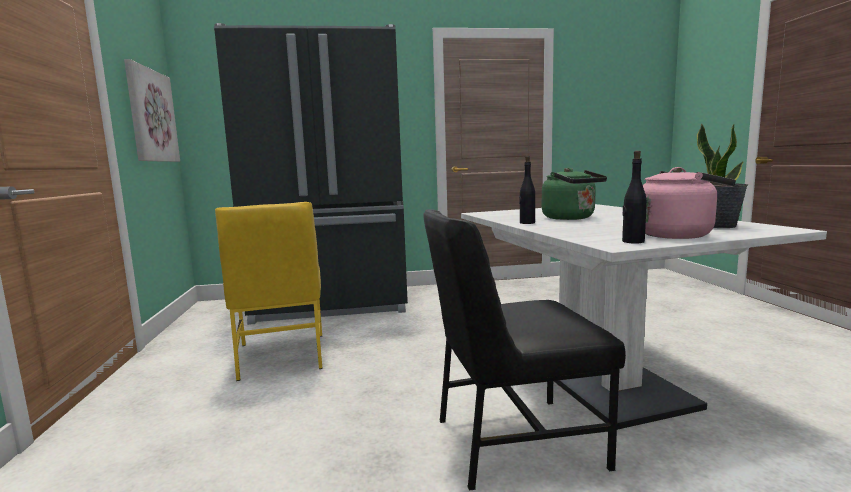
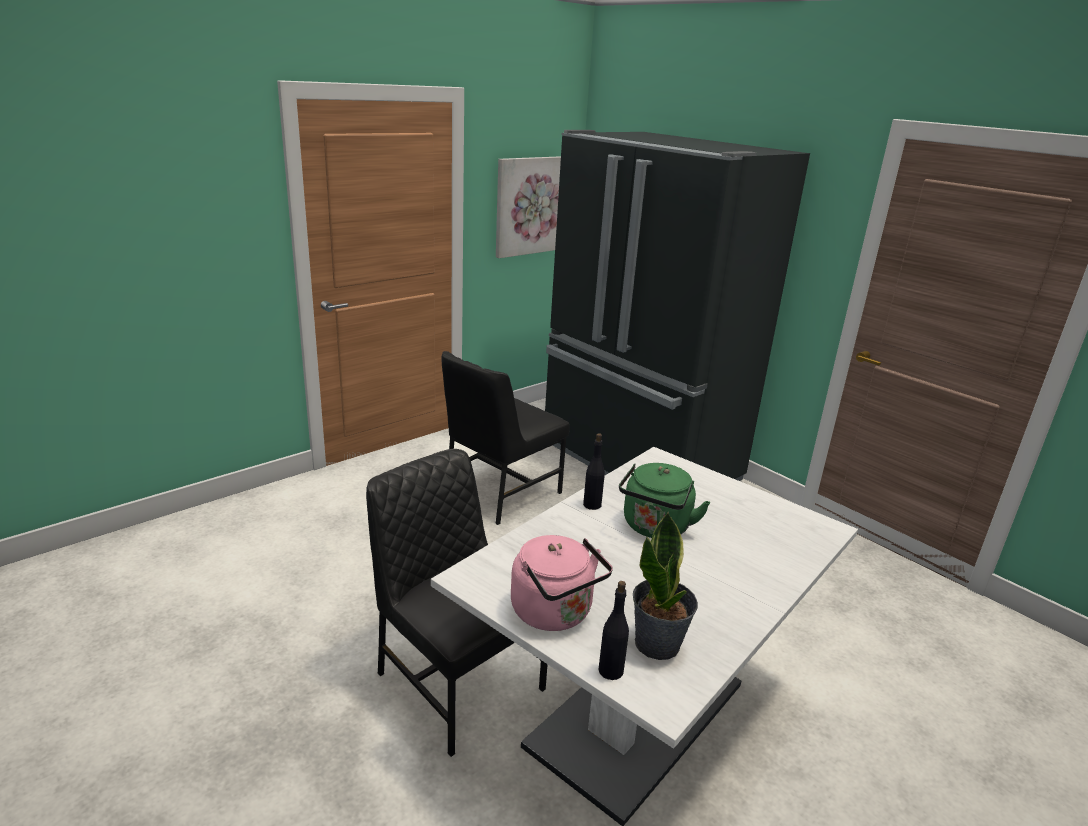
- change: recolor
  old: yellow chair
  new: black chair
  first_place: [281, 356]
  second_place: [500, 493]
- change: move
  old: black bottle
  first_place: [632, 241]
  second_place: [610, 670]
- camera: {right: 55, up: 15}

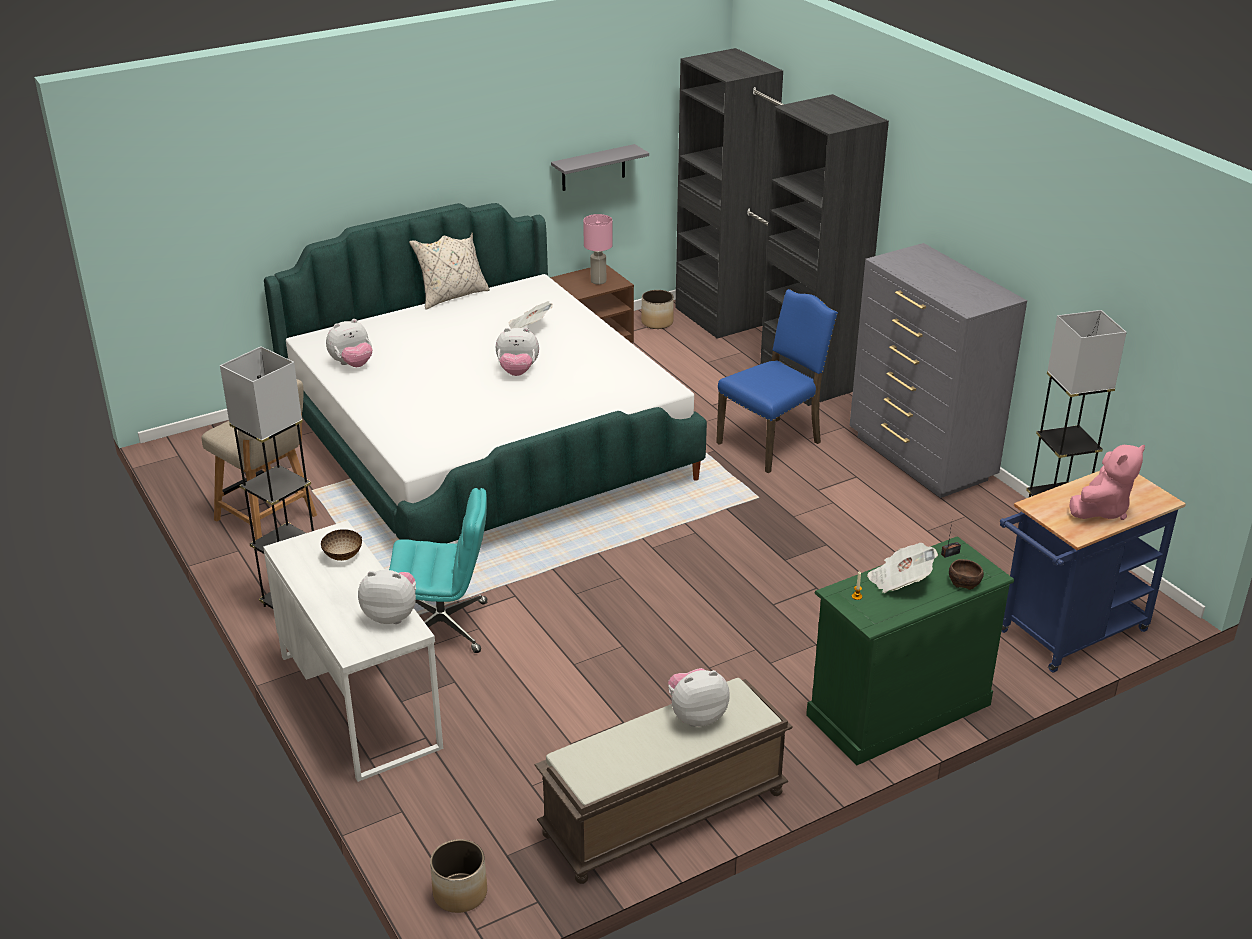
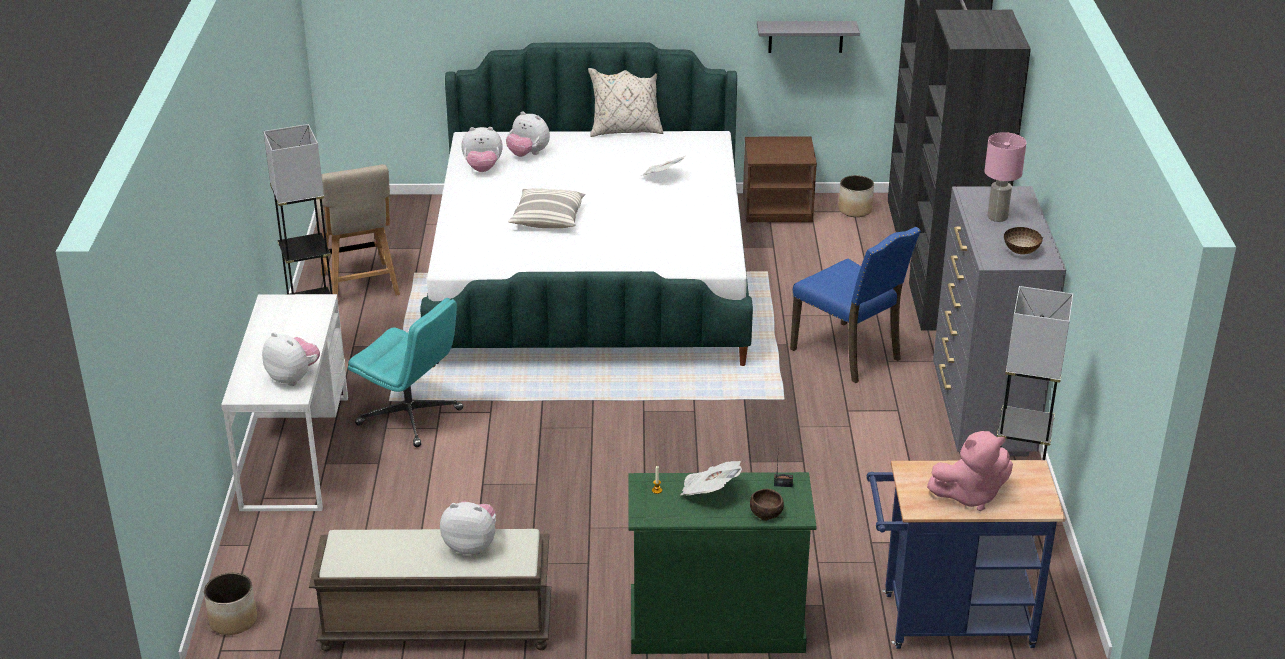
- change: move
  old: plush toy
  first_place: [517, 372]
  second_place: [528, 154]
- change: insert
  new: pillow
  second_place: [548, 218]
- change: rotate
  old: blue chair
  first_place: [772, 443]
  second_place: [849, 354]
  degrees: 60
- change: move
  old: pink table lamp
  first_place: [598, 281]
  second_place: [997, 217]
- change: move
  old: bowl
  first_place: [343, 556]
  second_place: [1020, 252]
- camera: {right: 30, up: 0}

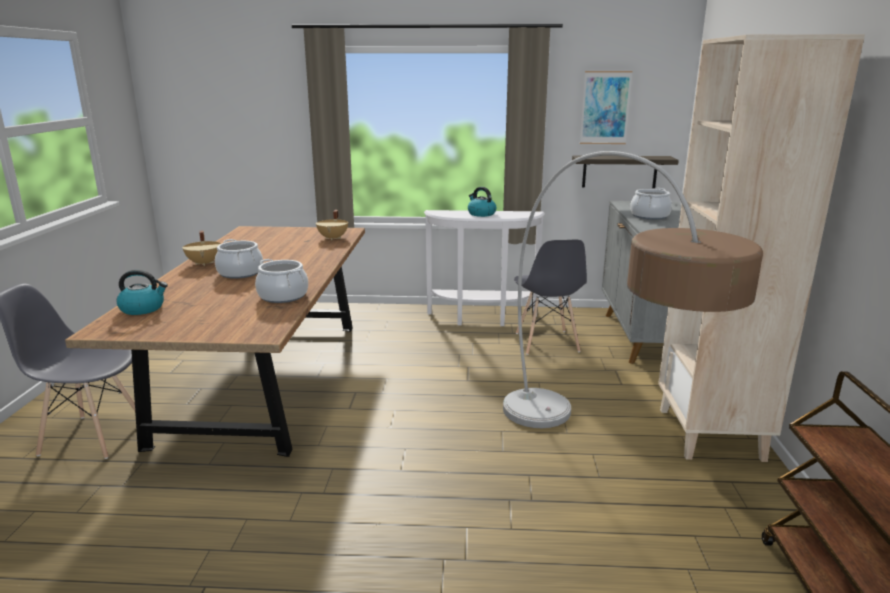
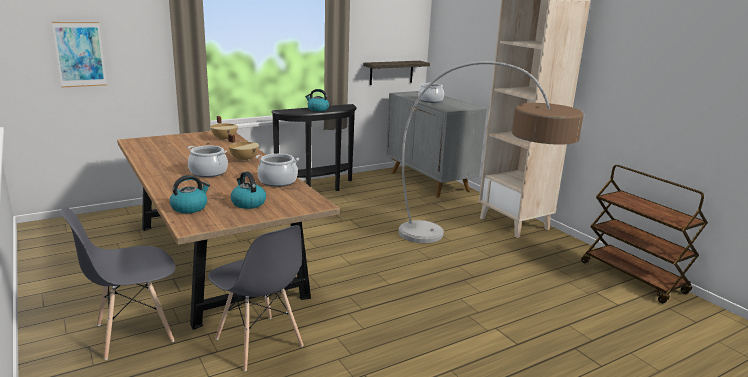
- change: move
  old: picture
  first_place: [605, 108]
  second_place: [80, 54]
- change: move
  old: grey chair
  first_place: [546, 342]
  second_place: [259, 343]
- change: move
  old: beige cooking pot
  first_place: [205, 263]
  second_place: [244, 159]
- change: insert
  new: kettle
  second_place: [248, 203]
- change: recolor
  old: white console table
  new: black console table
  first_place: [482, 319]
  second_place: [319, 189]
- camera: {right: -35, up: 0}

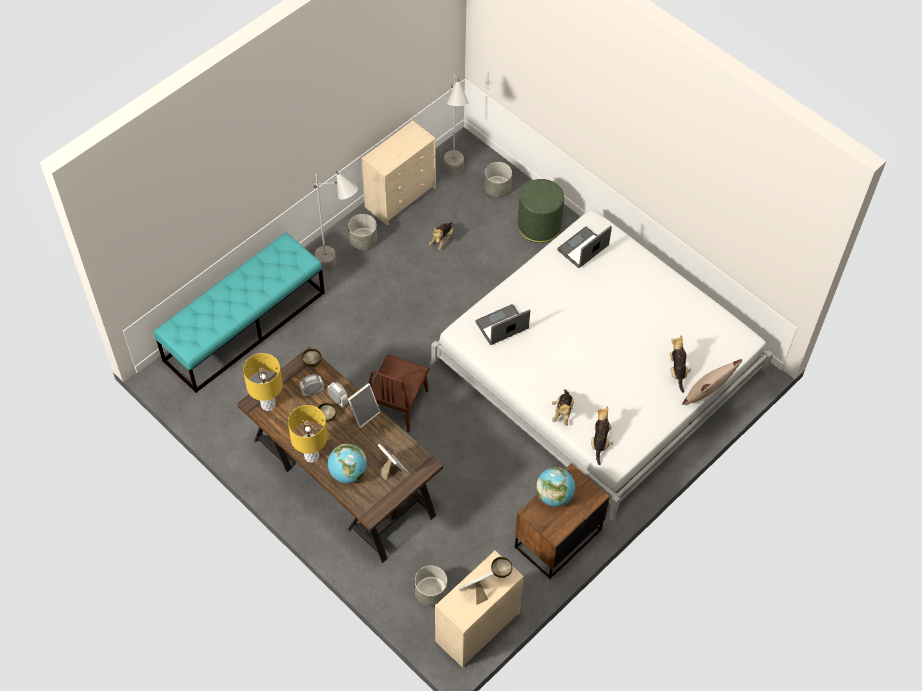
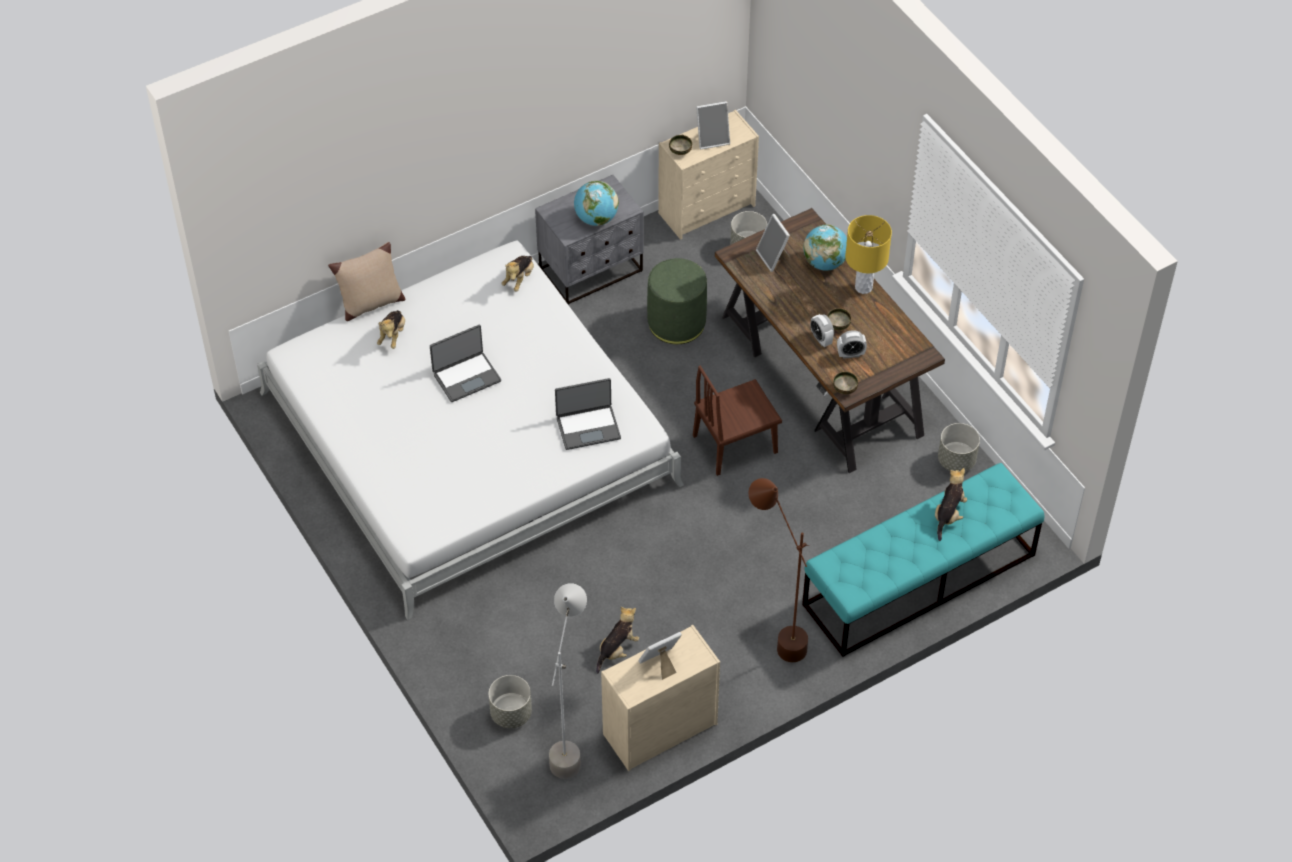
- change: move
  old: laptop
  first_place: [583, 249]
  second_place: [466, 377]
- change: recolor
  old: brown nightstand
  new: grey nightstand
  first_place: [557, 538]
  second_place: [592, 271]
- change: move
  old: picture frame
  first_place: [364, 414]
  second_place: [660, 664]
- change: move
  old: green ottoman
  first_place: [539, 226]
  second_place: [676, 322]
- change: rotate
  old: brown chair
  first_place: [398, 404]
  second_place: [735, 444]
  degrees: -150
- change: recolor
  old: grey floor lamp
  new: brown floor lamp
  first_place: [339, 270]
  second_place: [774, 633]
- change: move
  old: plush toy
  first_place: [563, 412]
  second_place: [948, 515]
- change: move
  old: grey planter
  first_place: [363, 241]
  second_place: [956, 460]
- change: delete
  old: yellow table lamp
  first_place: [268, 404]
- camera: {right: -165, up: -5}

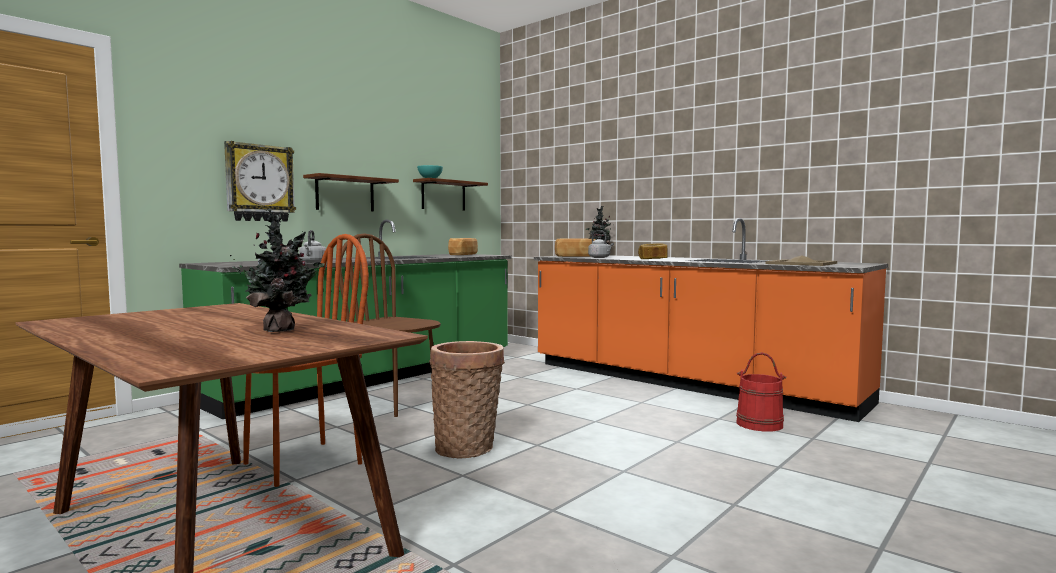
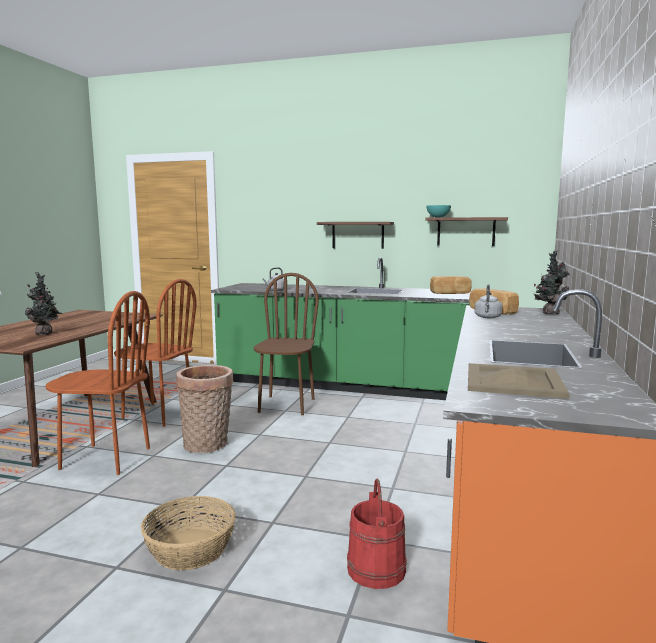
- change: insert
  new: brown chair
  second_place: [105, 459]
- change: insert
  new: basket
  second_place: [191, 549]
- change: delete
  old: wall clock
  first_place: [259, 183]
- change: delete
  old: bread
  first_place: [653, 259]
- camera: {right: 65, up: 5}

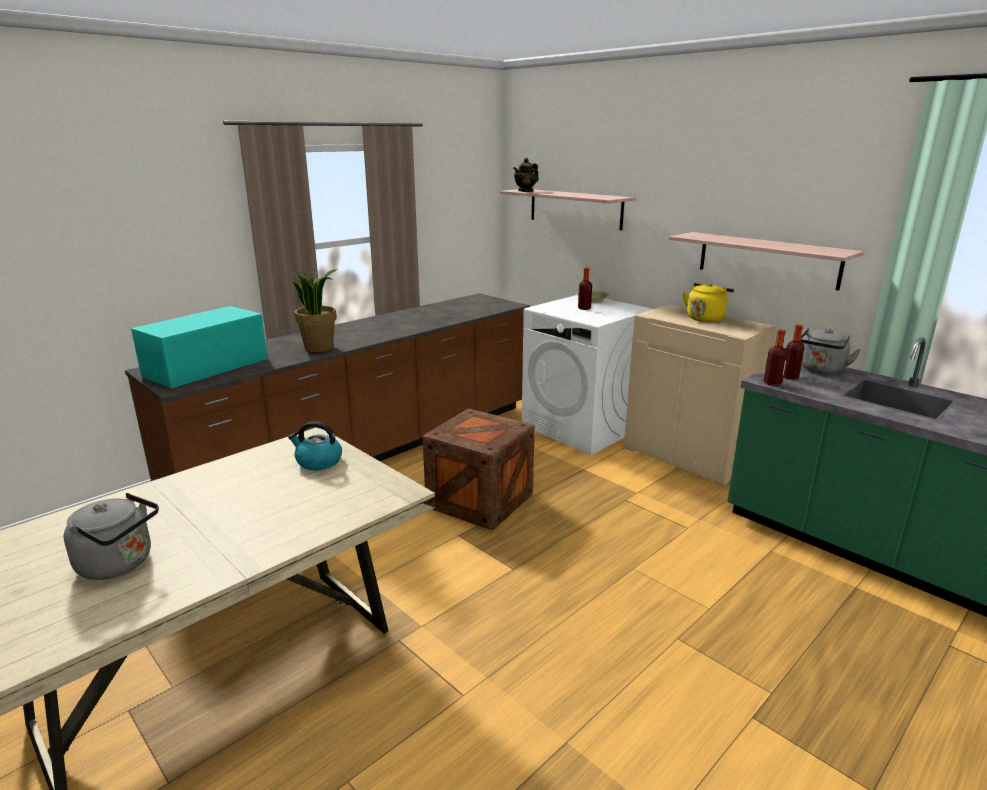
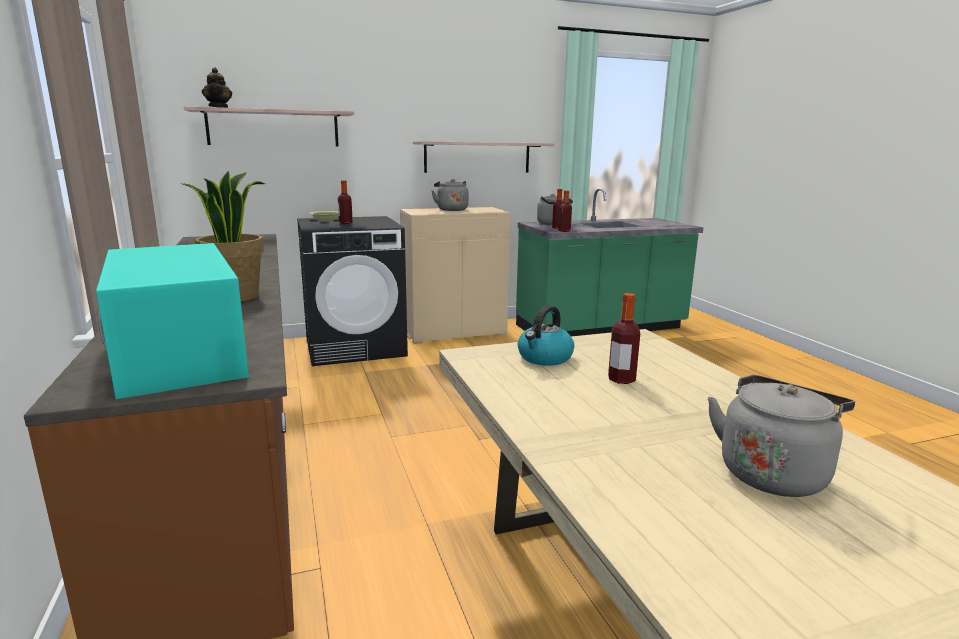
- change: recolor
  old: white washing machine
  new: black washing machine
  first_place: [582, 427]
  second_place: [355, 347]
- change: recolor
  old: yellow kettle
  new: grey kettle
  first_place: [705, 318]
  second_place: [451, 209]
- change: insert
  new: bottle
  second_place: [621, 379]
- change: delete
  old: crate
  first_place: [480, 501]
- camera: {right: -65, up: -5}

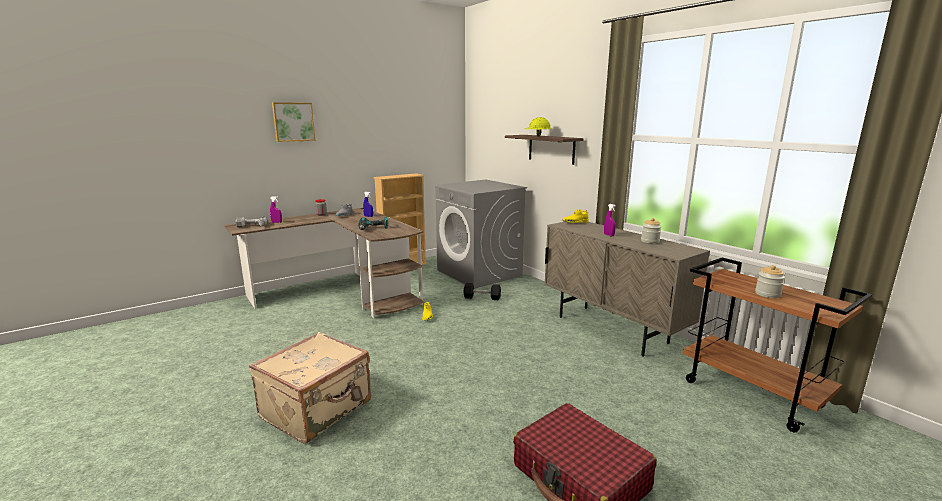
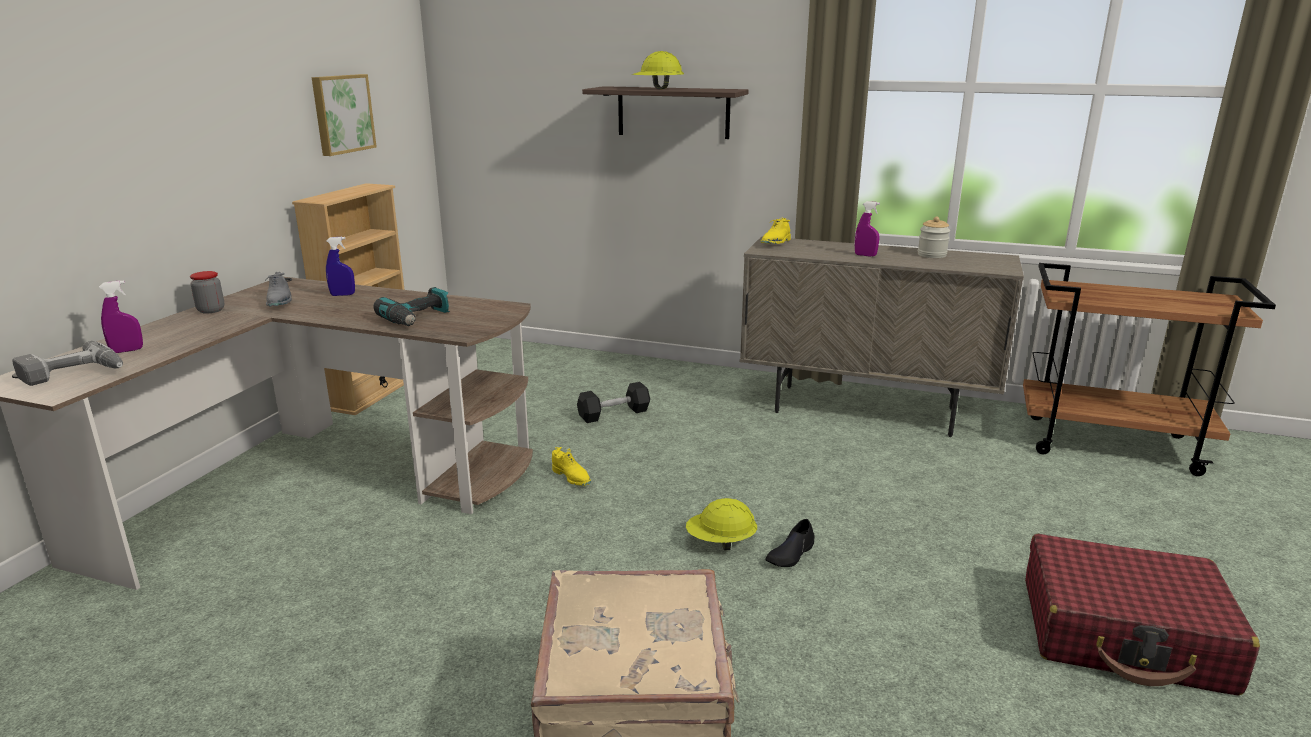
- change: move
  old: picture
  first_place: [293, 122]
  second_place: [342, 114]
- change: insert
  new: yellow hard hat
  second_place: [721, 542]
- change: insert
  new: black shoe
  second_place: [790, 554]
- change: delete
  old: grey washing machine
  first_place: [479, 273]
- change: delete
  old: jar
  first_place: [767, 294]
- camera: {right: -35, up: 5}

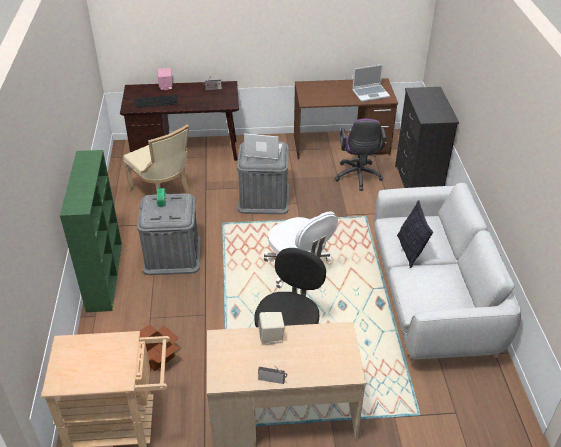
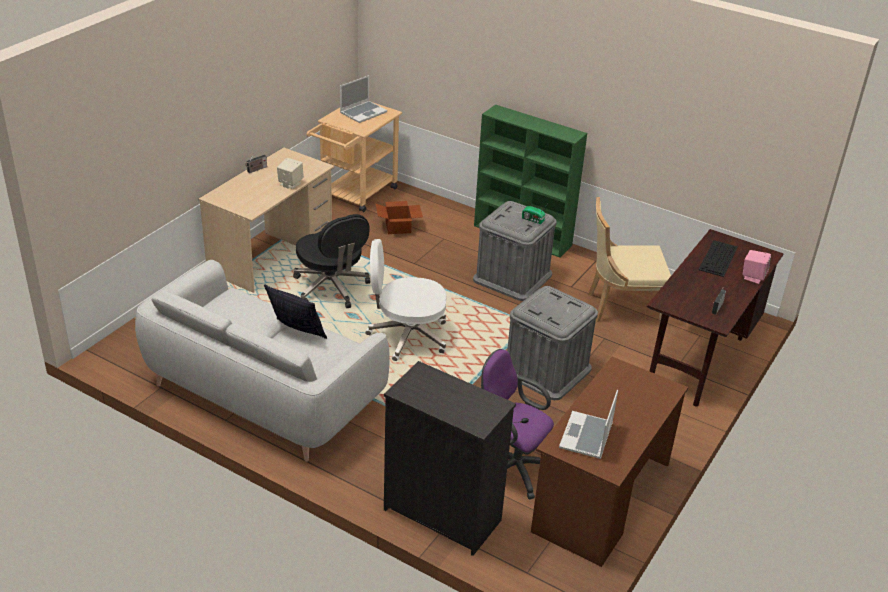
- change: move
  old: laptop
  first_place: [263, 152]
  second_place: [363, 112]
- camera: {right: 125, up: -5}

